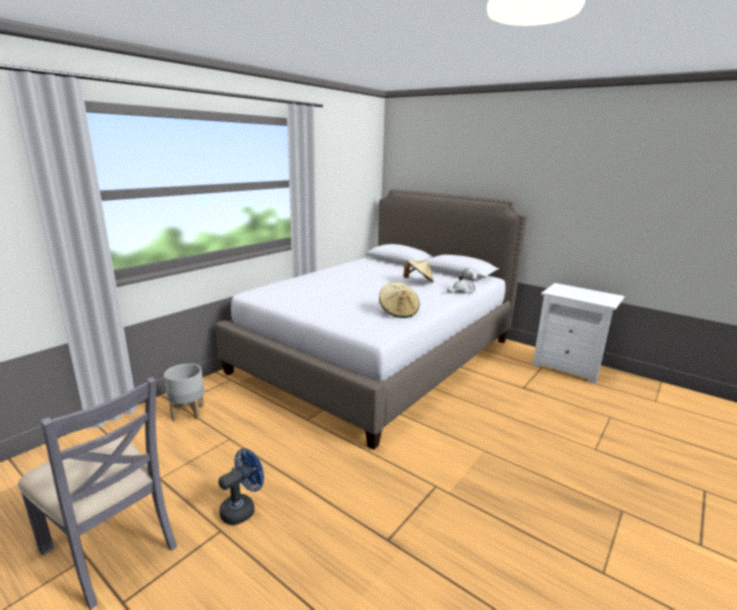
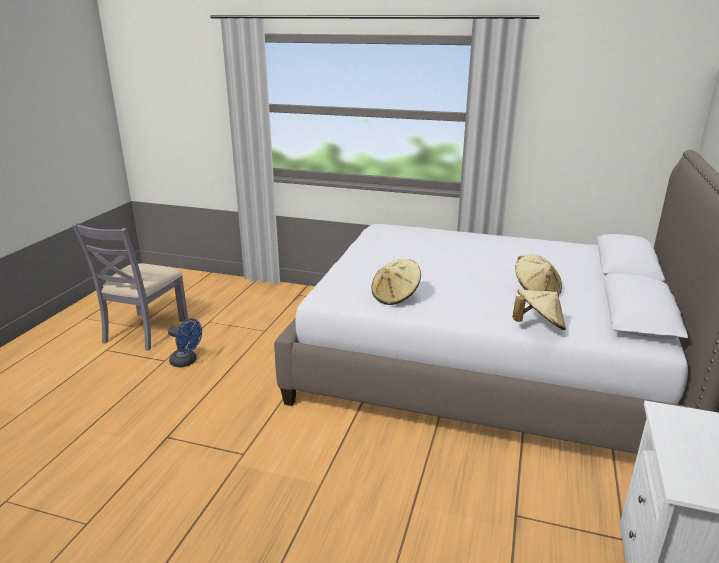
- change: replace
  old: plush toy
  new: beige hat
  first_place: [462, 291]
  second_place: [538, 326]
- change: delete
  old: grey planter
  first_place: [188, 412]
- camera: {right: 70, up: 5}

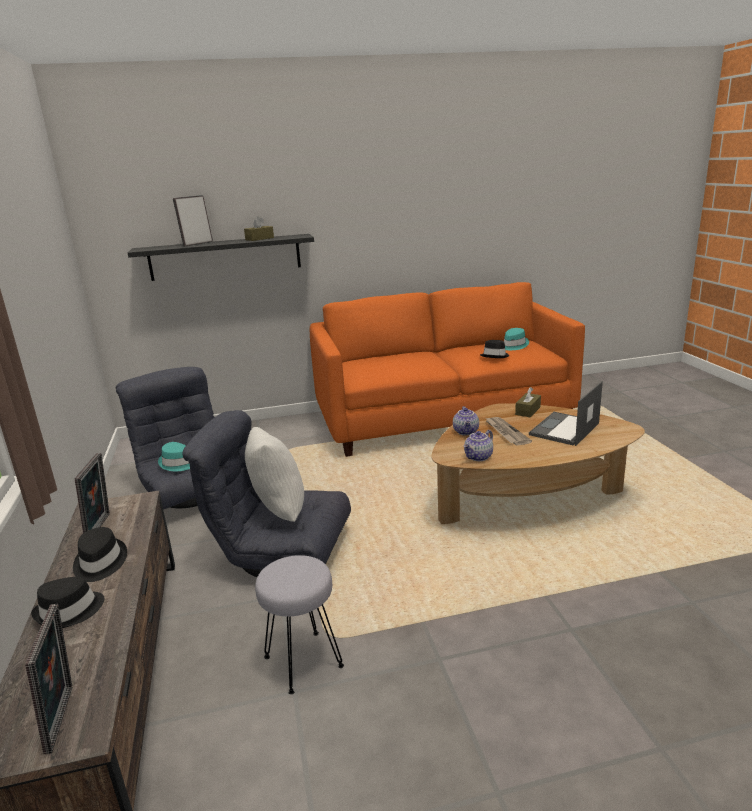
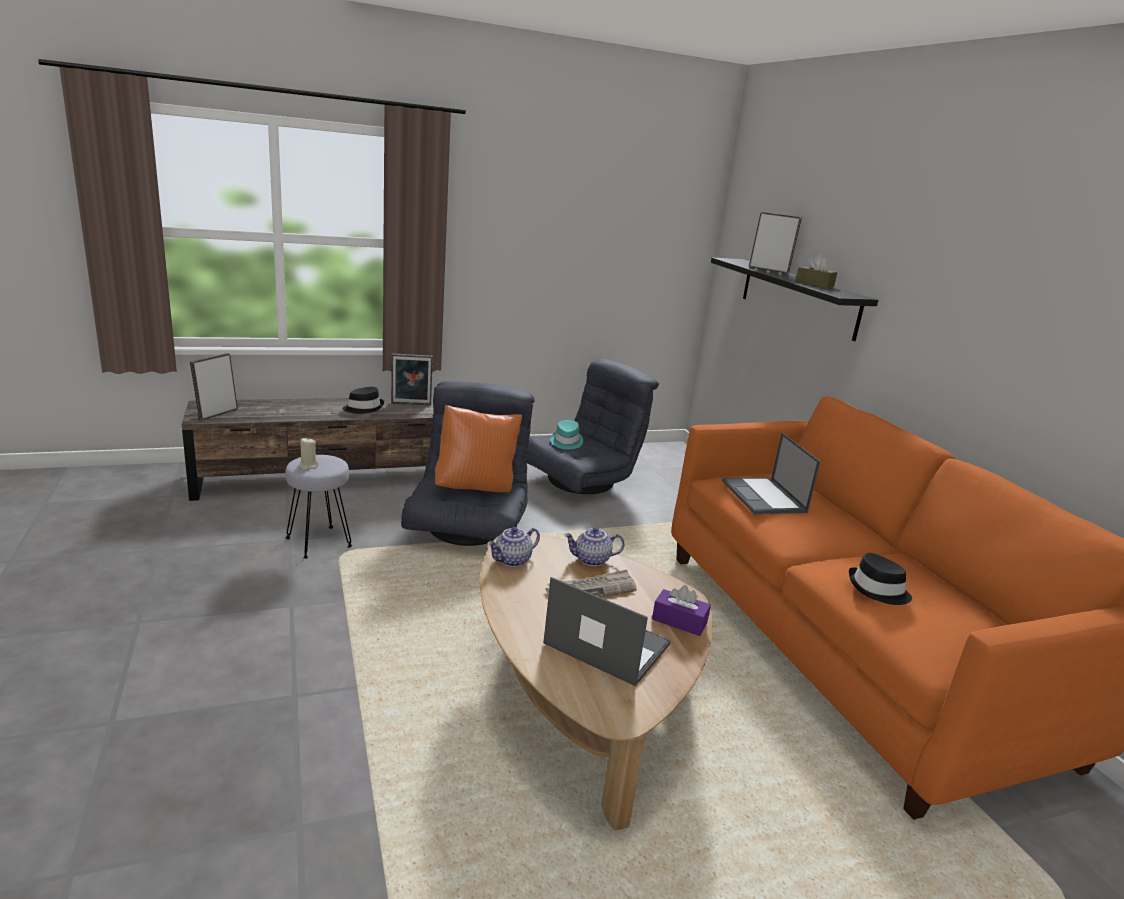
- change: rotate
  old: picture frame
  first_place: [64, 717]
  second_place: [216, 413]
  degrees: 135
- change: insert
  new: beige candle
  second_place: [308, 466]
- change: recolor
  old: white pillow
  new: orange pillow
  first_place: [277, 511]
  second_place: [476, 488]
- change: rotate
  old: teapot
  first_place: [479, 457]
  second_place: [512, 561]
  degrees: -75
- change: recolor
  old: brown tissue box
  new: purple tissue box
  first_place: [528, 411]
  second_place: [679, 621]
- change: insert
  new: laptop
  second_place: [764, 497]
- change: delete
  old: black hat
  first_place: [70, 611]
- change: delete
  old: turquoise hat
  first_place: [513, 345]
- camera: {right: 80, up: 0}

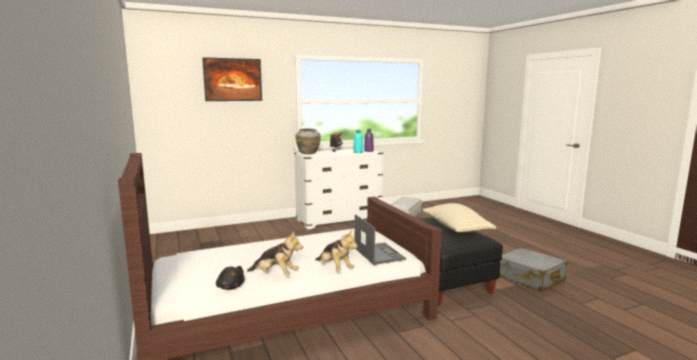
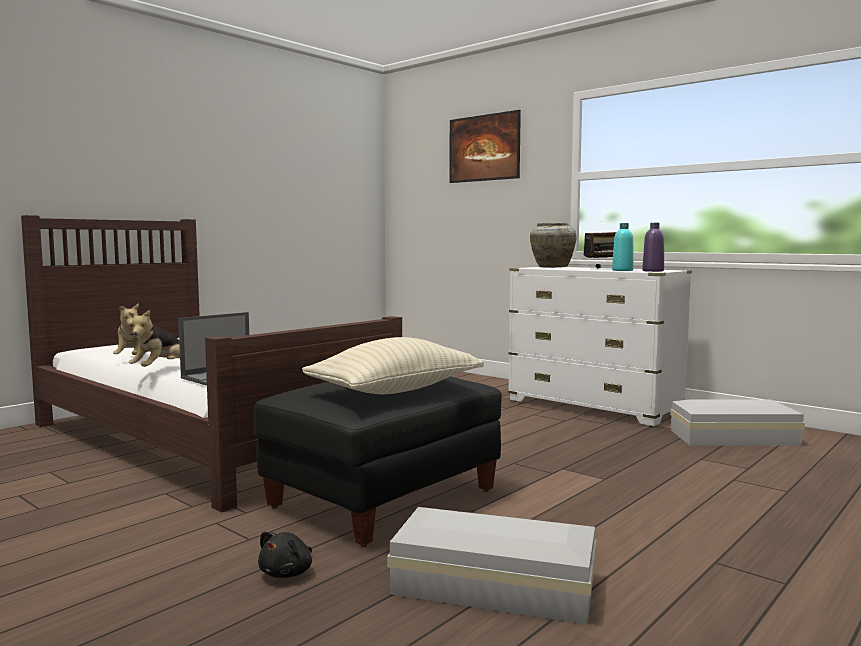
- change: move
  old: black plush toy
  first_place: [230, 287]
  second_place: [287, 573]
- change: replace
  old: grey suitcase
  new: white storage box
  first_place: [530, 278]
  second_place: [496, 587]
- camera: {right: 65, up: -5}

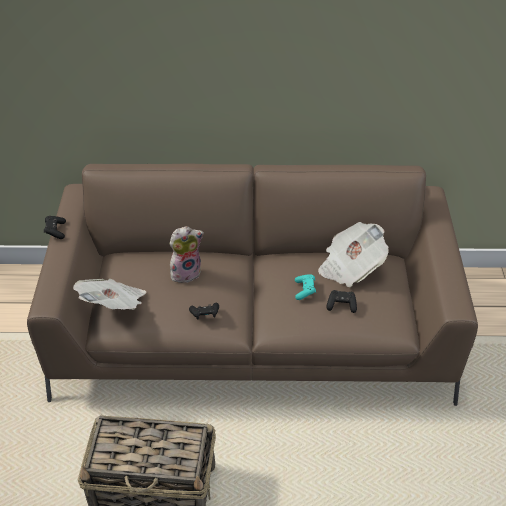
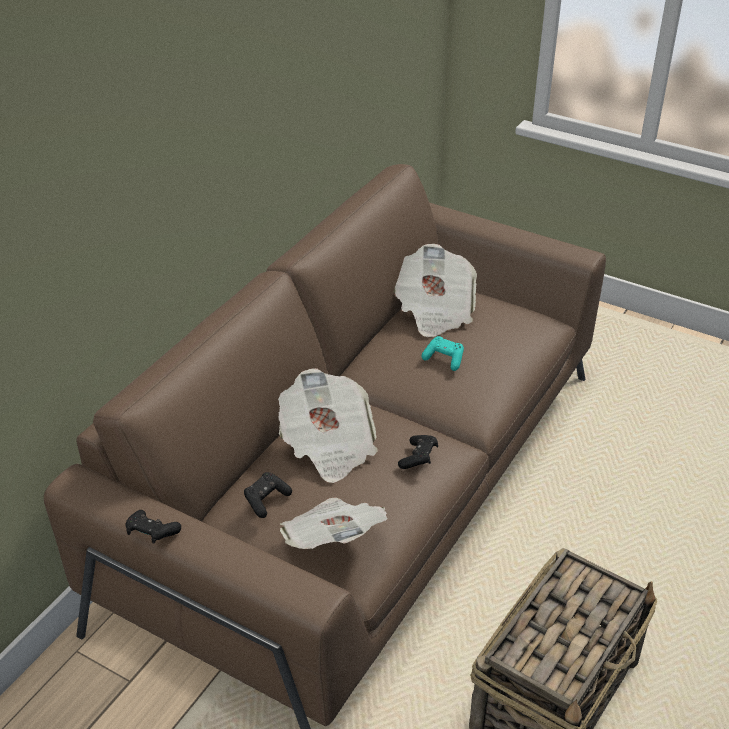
- change: move
  old: black game controller
  first_place: [341, 305]
  second_place: [266, 500]
- change: replace
  old: plush toy
  new: newspaper
  first_place: [186, 272]
  second_place: [328, 445]
- camera: {right: -60, up: -5}

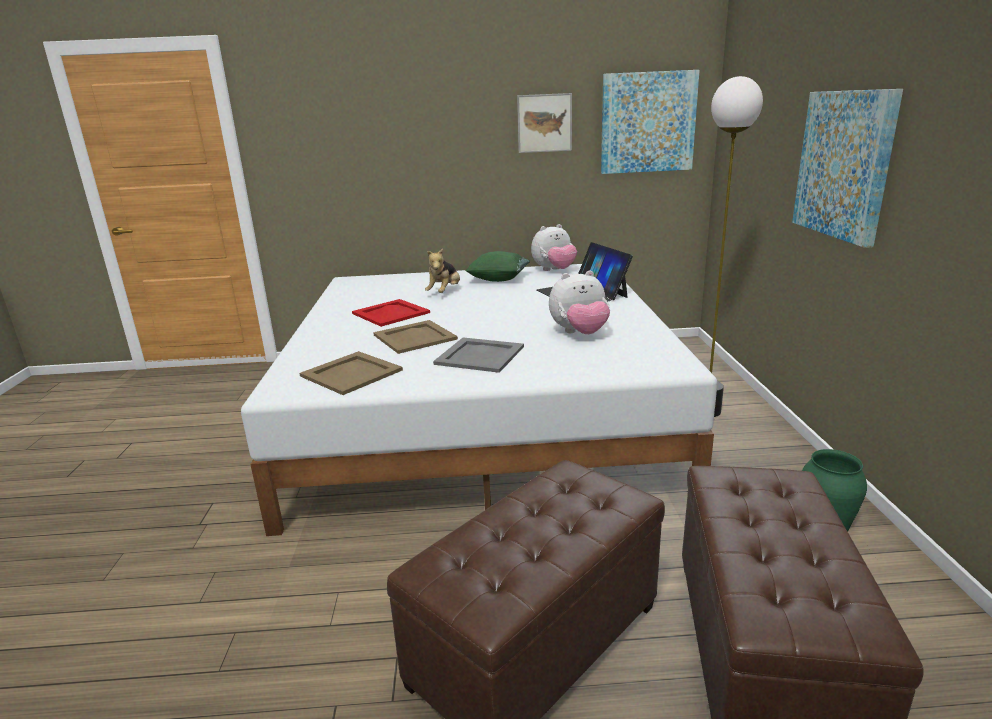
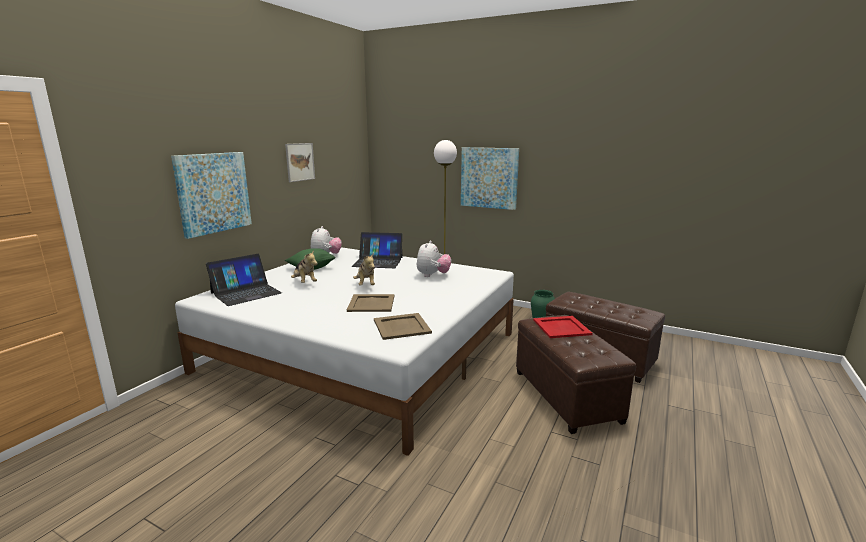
- change: move
  old: picture
  first_place: [647, 123]
  second_place: [213, 193]
- change: insert
  new: laptop
  second_place: [246, 293]
- change: insert
  new: plush toy
  second_place: [366, 285]
- change: move
  old: red tray
  first_place: [391, 313]
  second_place: [561, 327]
- change: delete
  old: grey tray
  first_place: [480, 355]
- camera: {right: -60, up: -5}

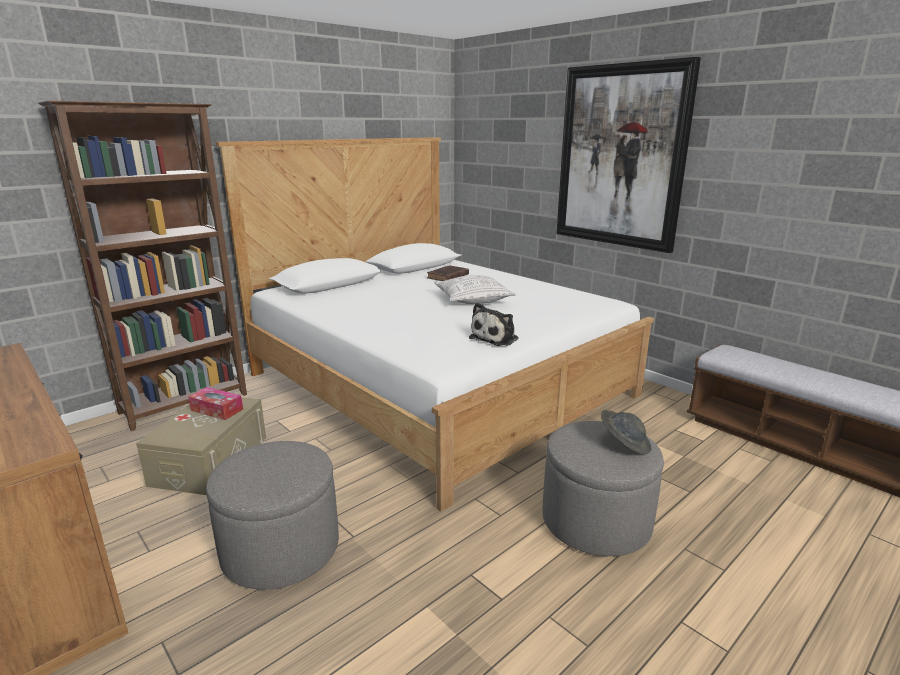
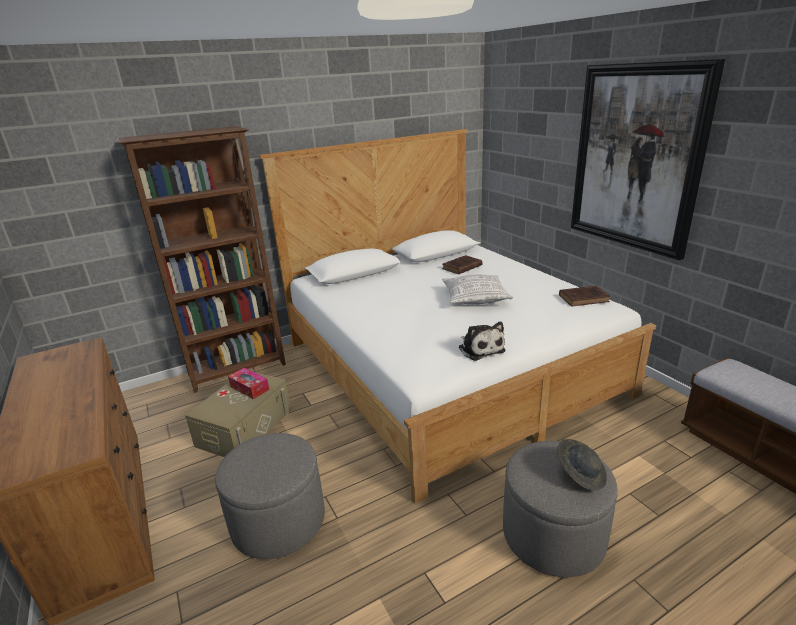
- change: rotate
  old: plush toy
  first_place: [496, 338]
  second_place: [480, 349]
  degrees: -75
- change: insert
  new: brown book
  second_place: [584, 298]
- camera: {right: 15, up: 5}

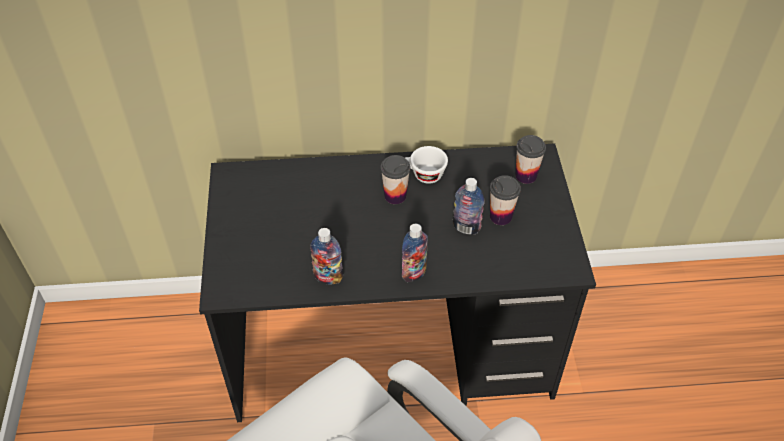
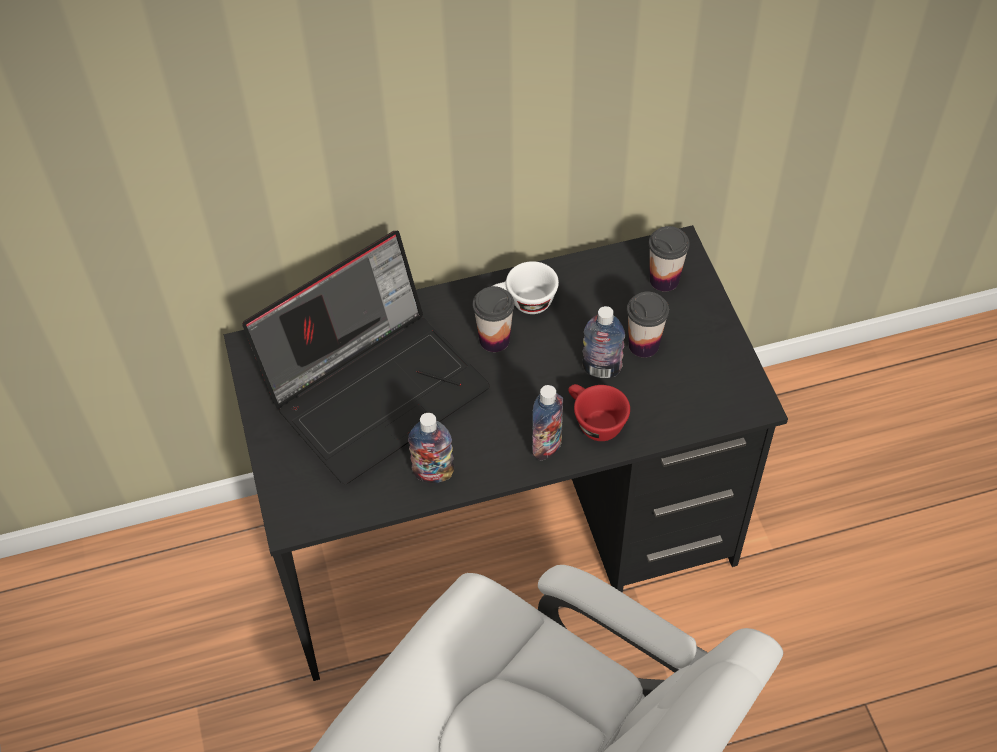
- change: insert
  new: laptop
  second_place: [377, 388]
- change: insert
  new: red cup
  second_place: [594, 422]
- camera: {right: -10, up: 5}

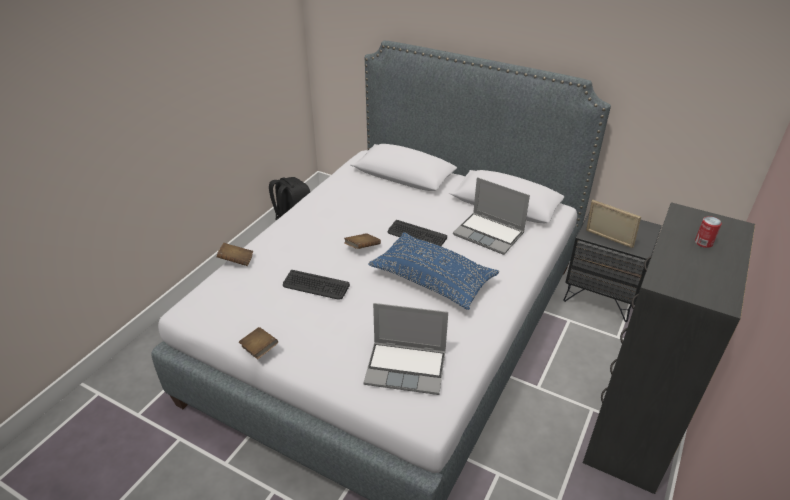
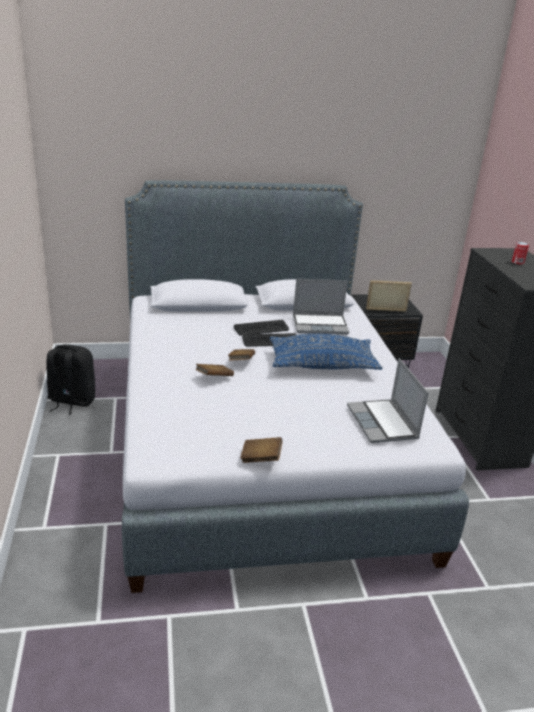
- change: move
  old: brown book
  first_place: [236, 261]
  second_place: [214, 378]
- change: move
  old: keyboard
  first_place: [315, 285]
  second_place: [261, 328]
- change: rotate
  old: laptop
  first_place: [407, 368]
  second_place: [383, 423]
  degrees: 105
- camera: {right: -40, up: -10}

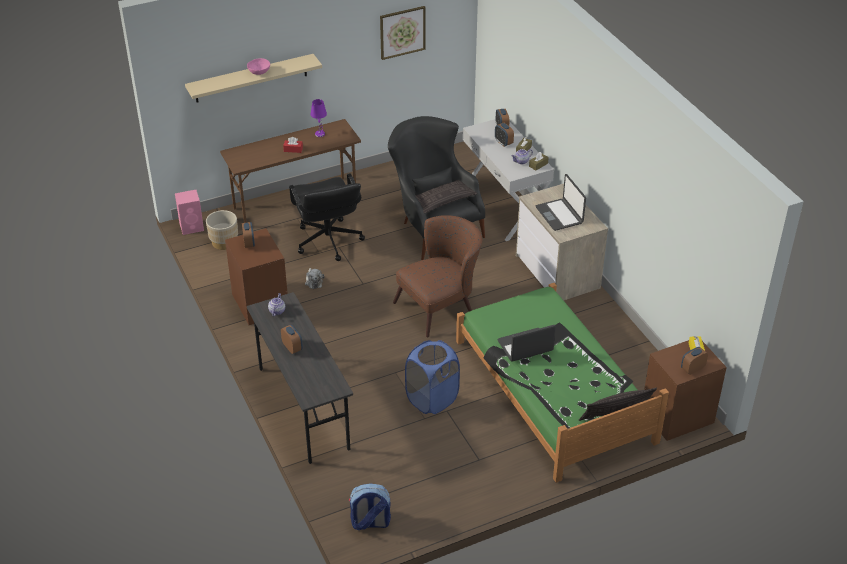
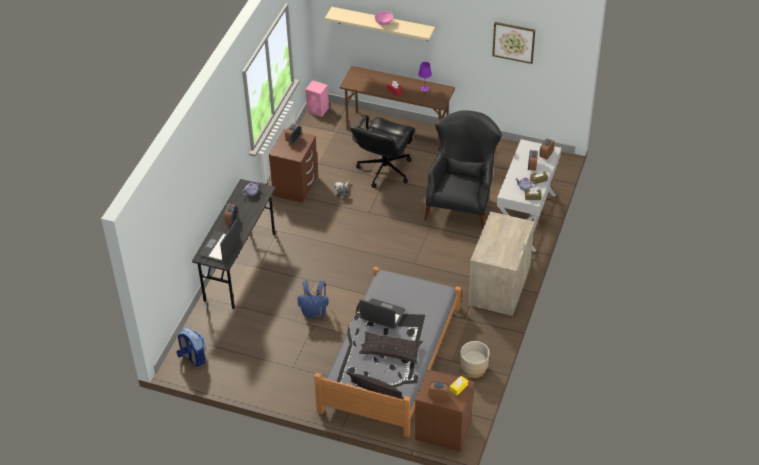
- change: move
  old: laptop
  first_place: [559, 215]
  second_place: [220, 247]
- change: replace
  old: blue laundry basket
  new: blue backpack
  first_place: [432, 399]
  second_place: [314, 312]
- change: recolor
  old: green bed
  new: grey bed
  first_place: [553, 390]
  second_place: [390, 359]
- change: move
  old: pillow
  first_place: [443, 200]
  second_place: [390, 350]
- change: move
  old: beige planter
  first_place: [224, 242]
  second_place: [474, 369]
- change: delete
  old: brown armchair
  first_place: [441, 306]
- camera: {right: 45, up: 5}

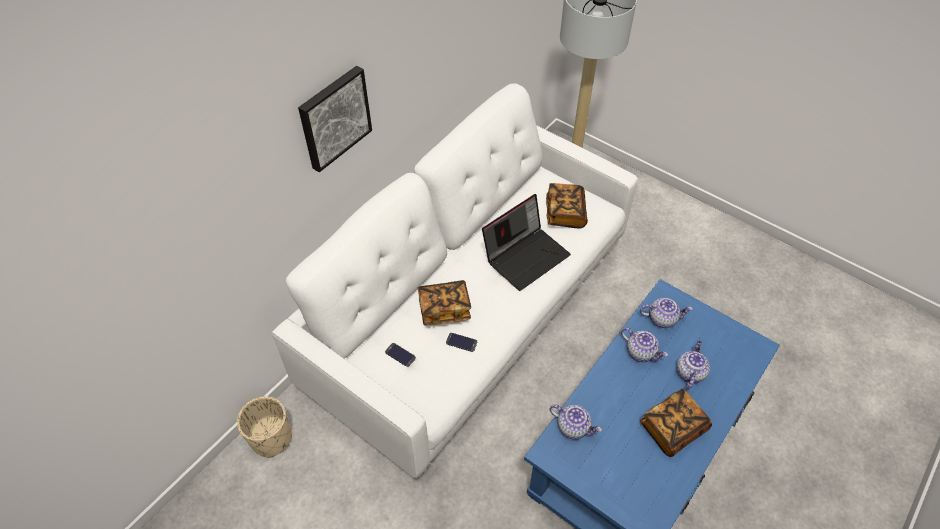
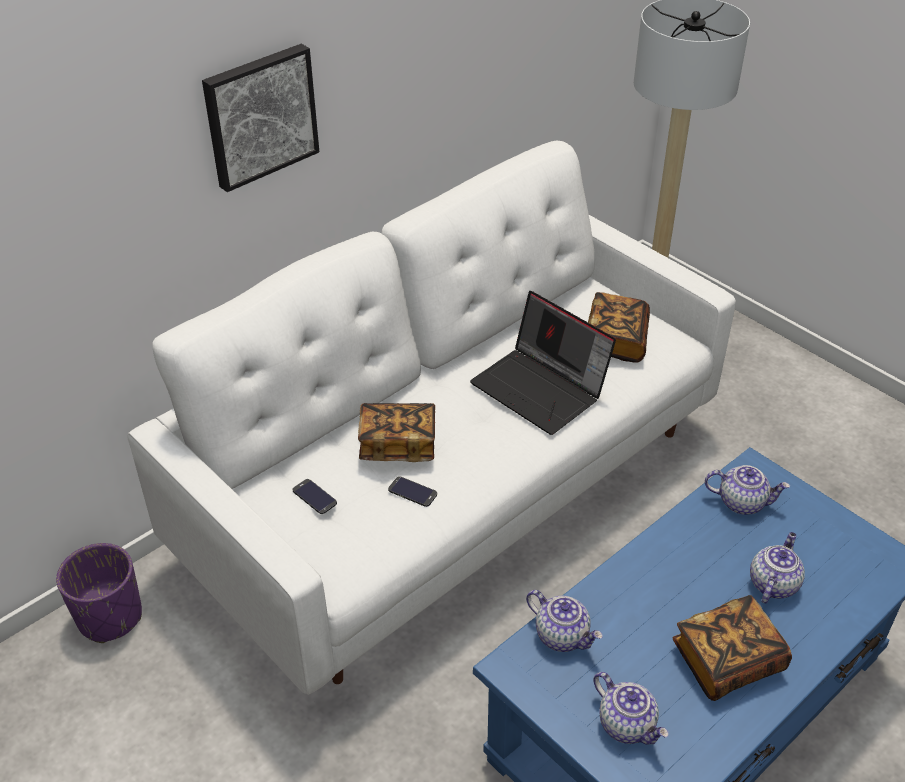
- change: recolor
  old: beige planter
  new: purple planter
  first_place: [271, 438]
  second_place: [110, 616]
- change: rotate
  old: laptop
  first_place: [526, 255]
  second_place: [541, 389]
  degrees: 75
- change: move
  old: teapot
  first_place: [641, 352]
  second_place: [627, 724]
- camera: {right: 10, up: -10}

